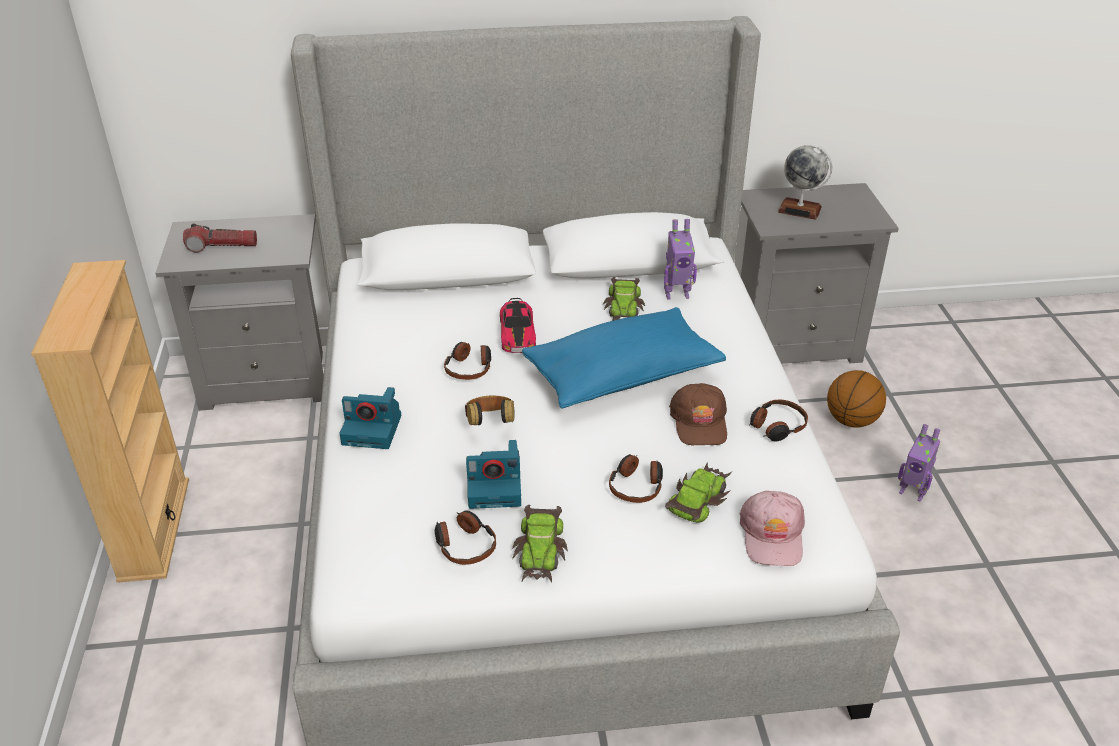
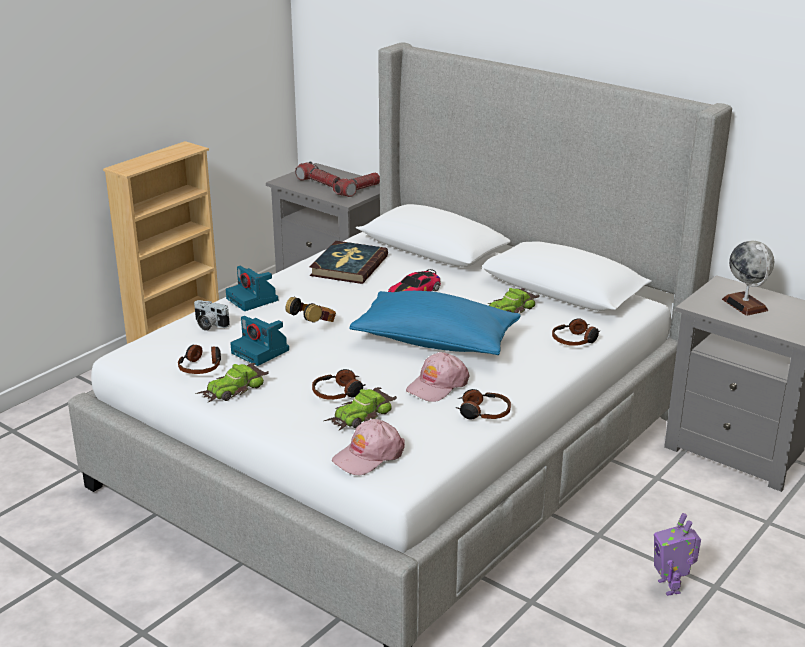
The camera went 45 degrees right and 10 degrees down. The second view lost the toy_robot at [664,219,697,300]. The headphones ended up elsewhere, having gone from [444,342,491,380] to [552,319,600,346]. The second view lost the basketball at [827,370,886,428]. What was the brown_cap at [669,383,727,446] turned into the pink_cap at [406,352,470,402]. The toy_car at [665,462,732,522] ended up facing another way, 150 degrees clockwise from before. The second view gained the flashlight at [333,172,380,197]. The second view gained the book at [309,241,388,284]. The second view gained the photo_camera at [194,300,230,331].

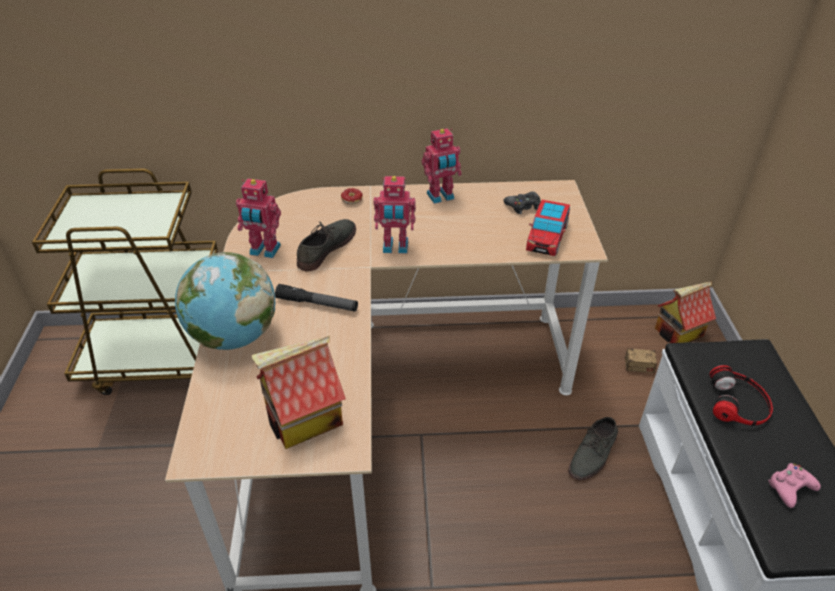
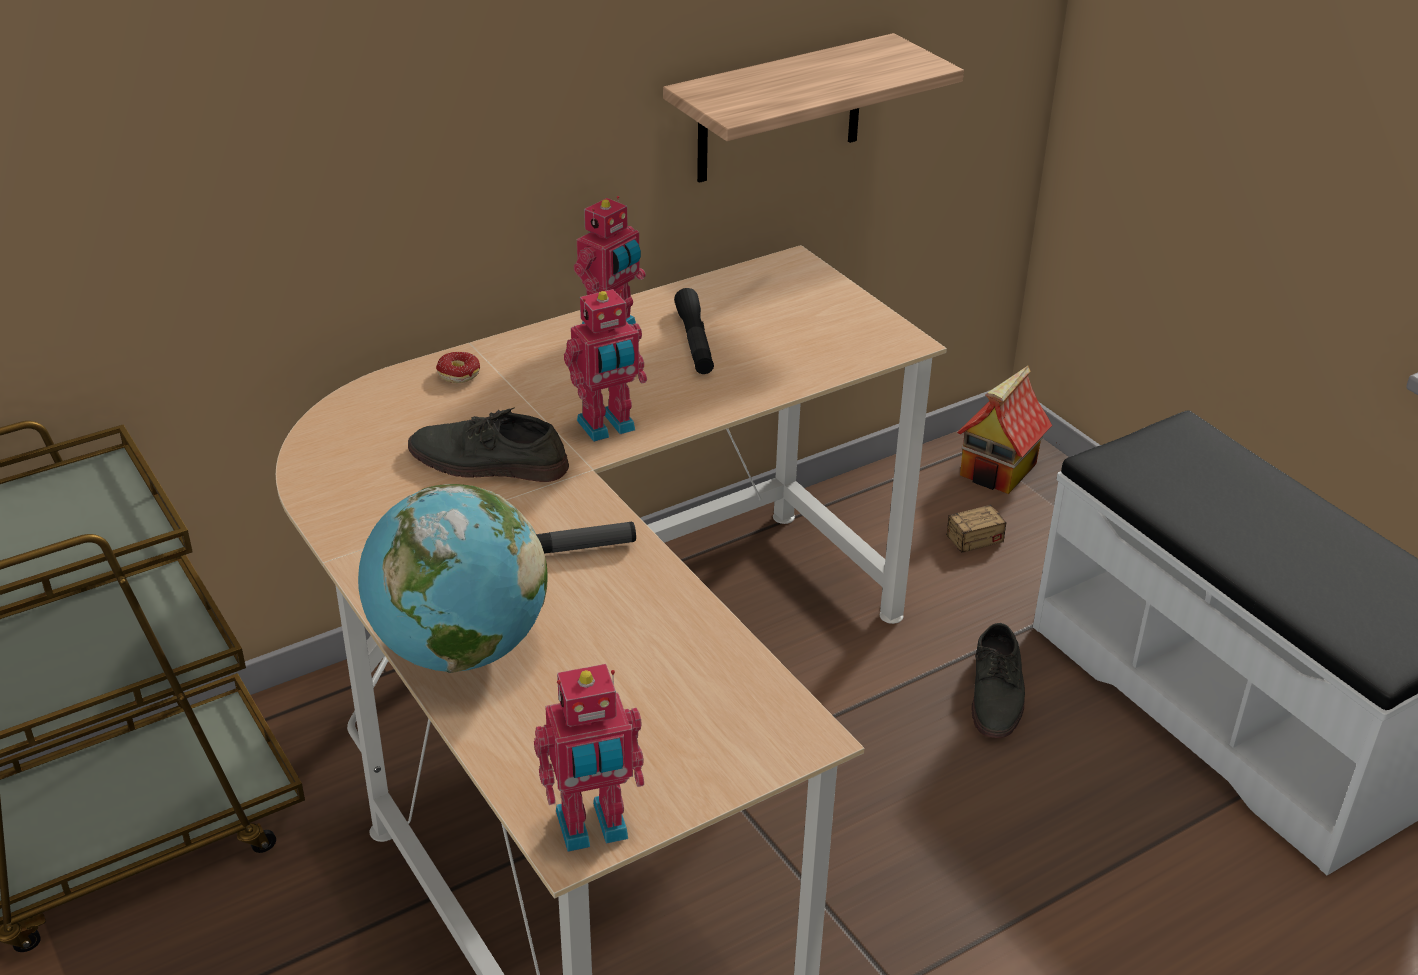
The camera went 30 degrees left and 5 degrees down. The toy_robot ended up elsewhere, having gone from [236,179,281,258] to [534,664,644,852]. The second view lost the black_game_controller at [504,191,541,214]. The second view lost the toy_car at [526,200,570,256]. The grey_shoe at [297,219,356,271] ended up facing another way, 75 degrees counterclockwise from before. The second view lost the toy_house at [252,336,346,449]. The second view lost the headphones at [710,365,773,426]. The second view lost the pink_game_controller at [768,463,821,508]. The second view gained the shelf at [663,33,964,183]. The second view gained the black_flashlight at [674,288,714,374].

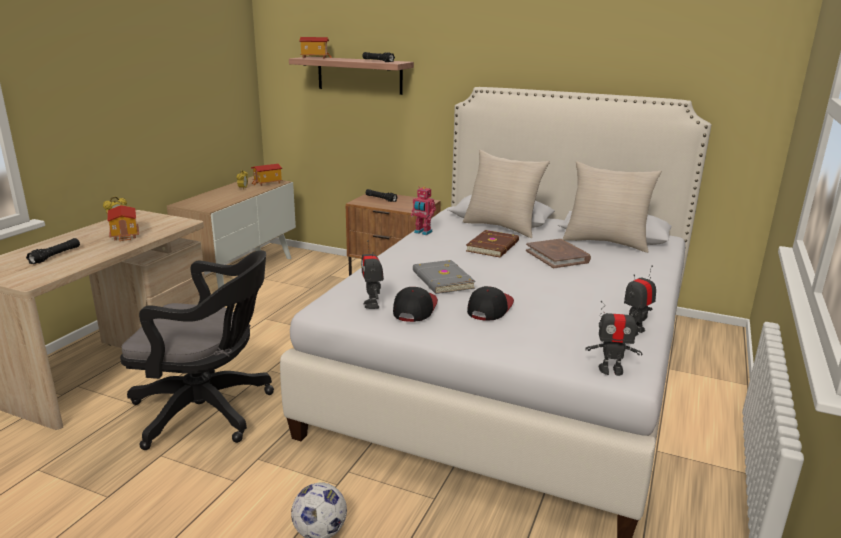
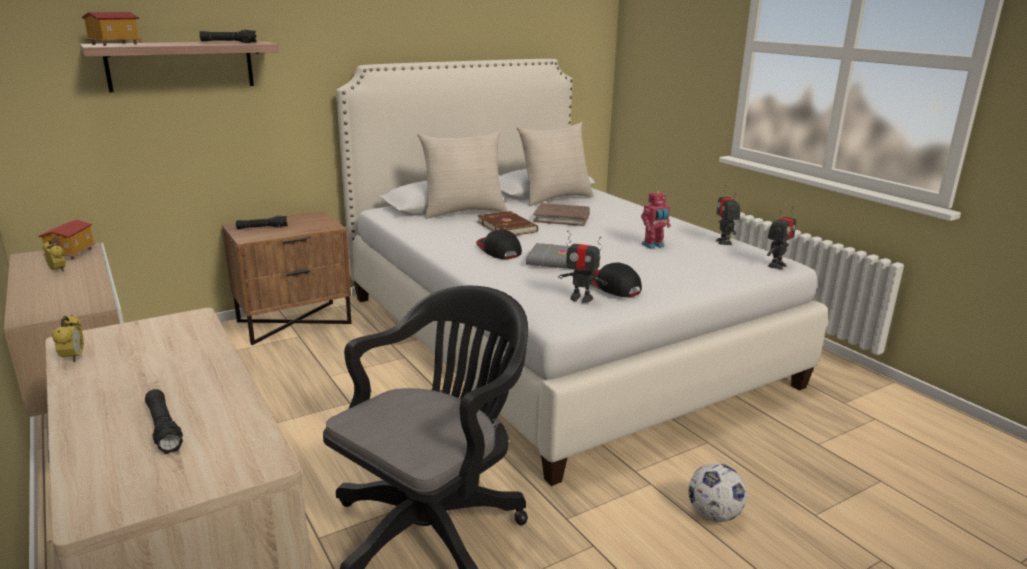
The camera went 55 degrees left and 0 degrees up. The toy_robot ended up elsewhere, having gone from [411,187,436,235] to [641,191,671,249]. The second view lost the toy_house at [107,205,139,241]. The cap ended up elsewhere, having gone from [467,286,514,321] to [476,230,522,259].

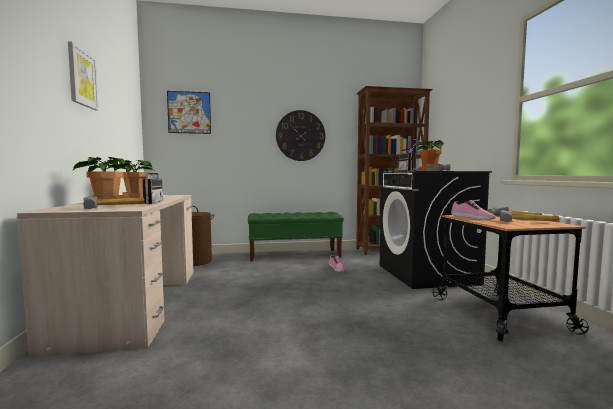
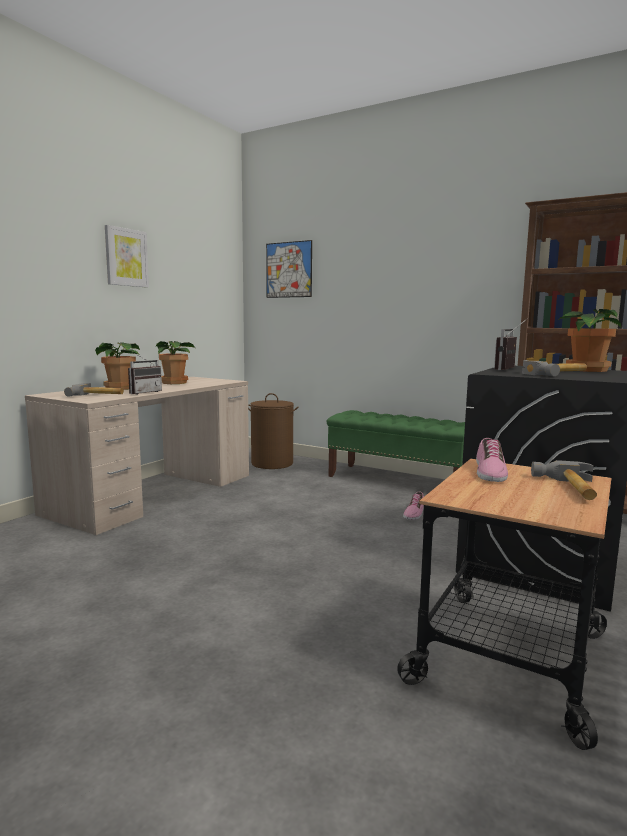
The camera went 40 degrees right and 5 degrees up. The second view lost the wall_clock at [276,110,325,161]. The second view lost the hammer at [500,210,559,222].

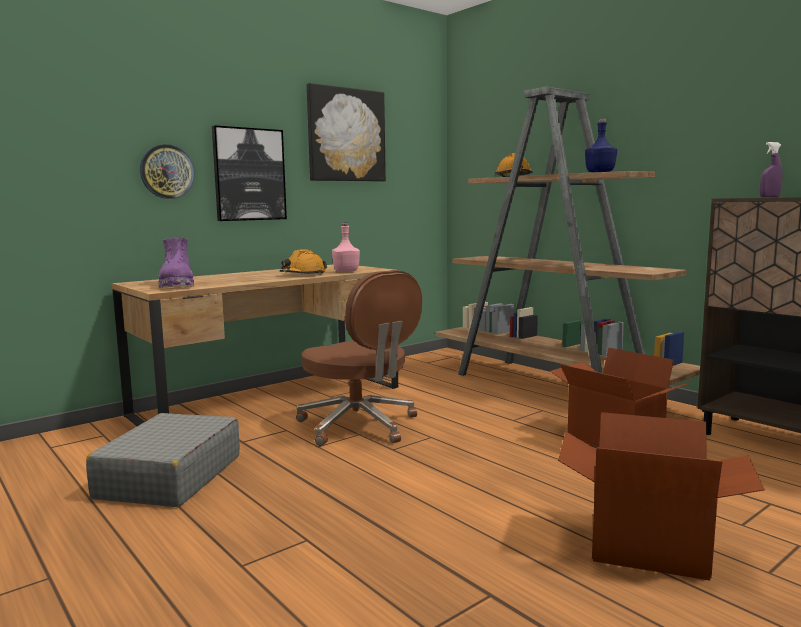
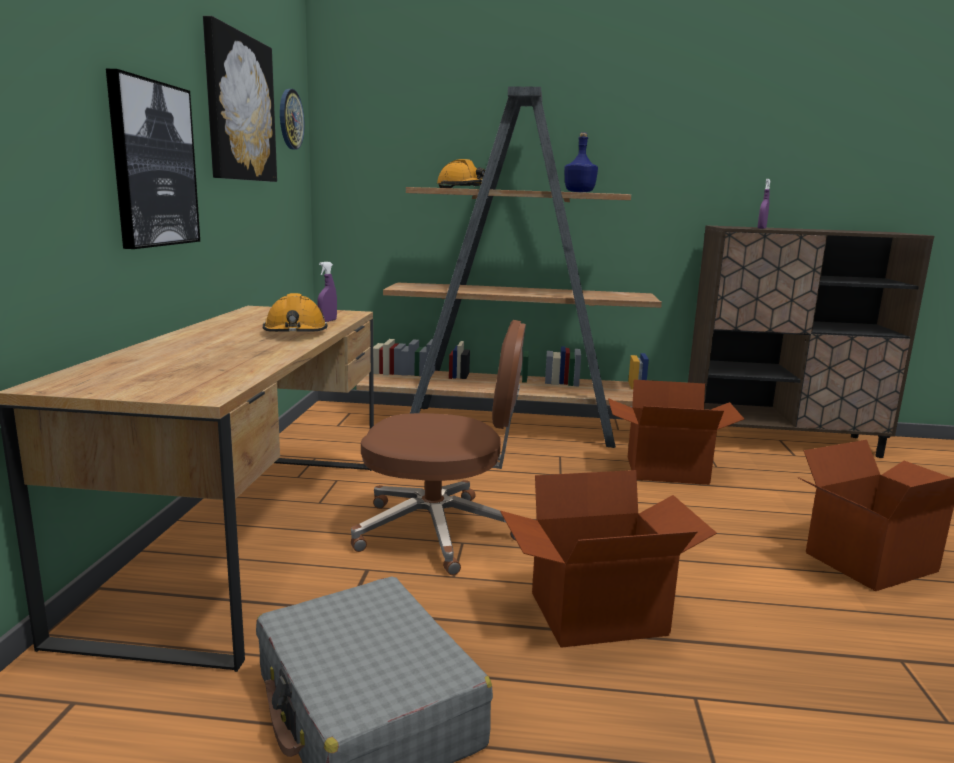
The camera went 45 degrees left and 5 degrees up. The wall_clock ended up elsewhere, having gone from [140,144,195,199] to [280,89,304,150]. Where the pink_bottle stood at [332,222,360,272], the purple_spray_bottle came to stand at [317,262,337,322]. The second view lost the purple_boot at [158,237,194,288]. The second view gained the cardboard_box at [500,470,717,648].

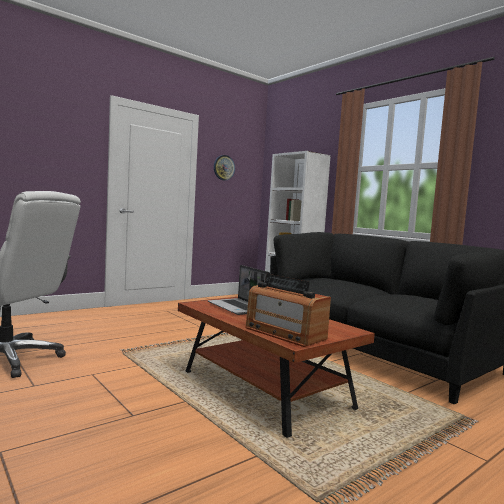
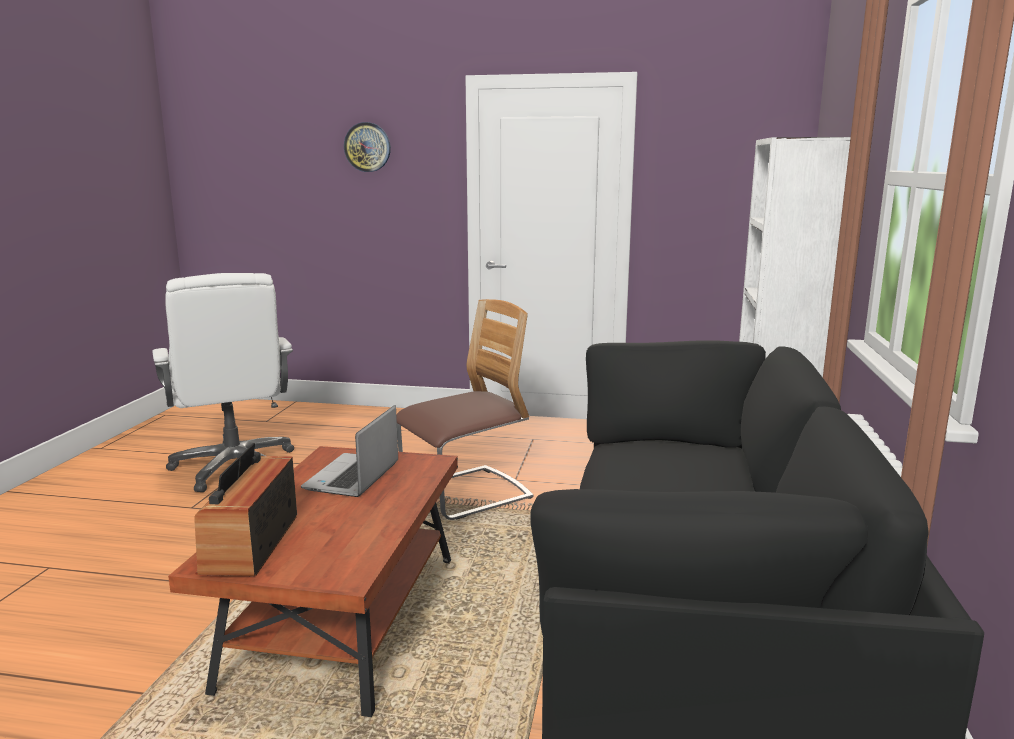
The camera went 50 degrees right and 10 degrees up. The wall_clock ended up elsewhere, having gone from [214,155,235,180] to [344,122,391,172]. The second view gained the chair at [396,299,533,520].

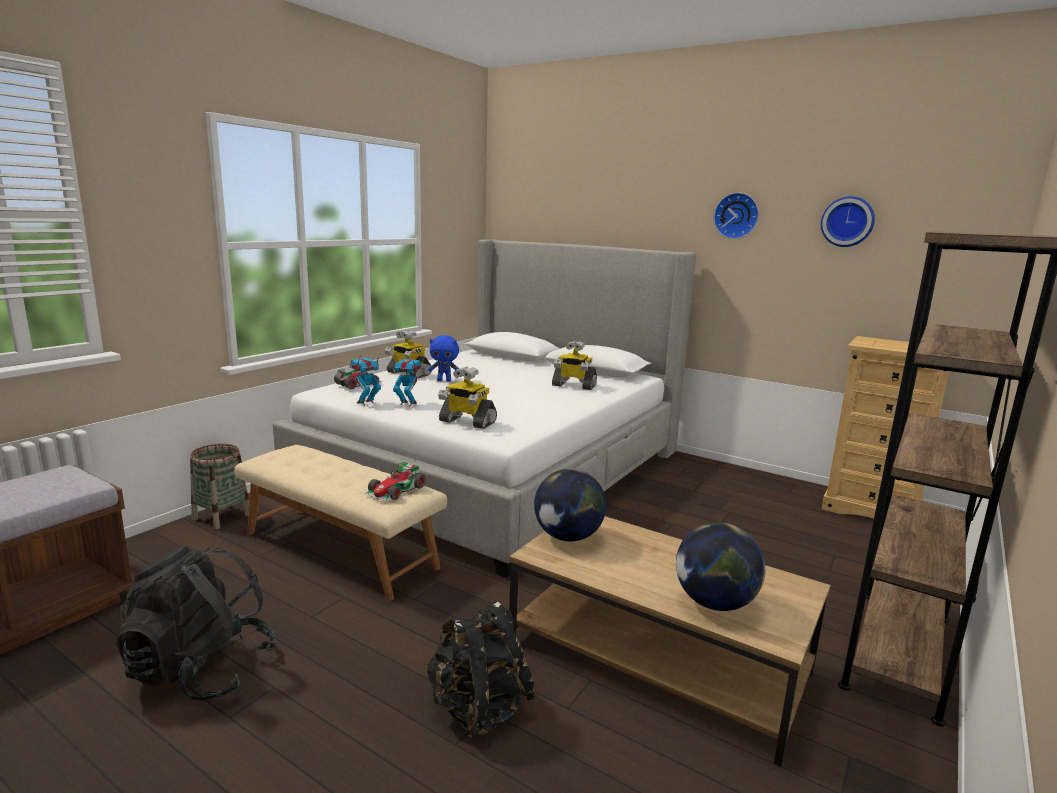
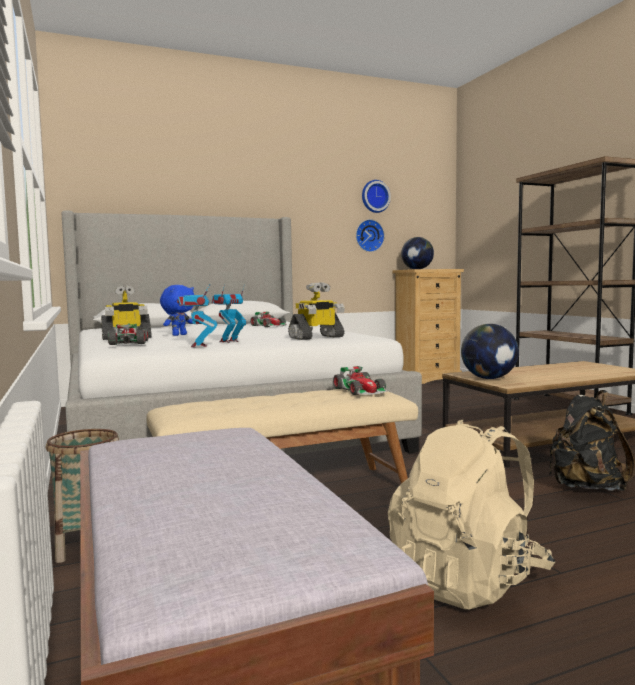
The camera went 55 degrees left and 10 degrees down. The wall_clock ended up elsewhere, having gone from [713,192,759,239] to [356,219,385,252]. Where the toy_robot stood at [552,341,597,390], the toy_car came to stand at [250,312,287,327]. The globe ended up elsewhere, having gone from [676,522,765,611] to [401,237,434,269]. What was the black_backpack at [116,545,277,701] turned into the beige_backpack at [388,420,555,610].

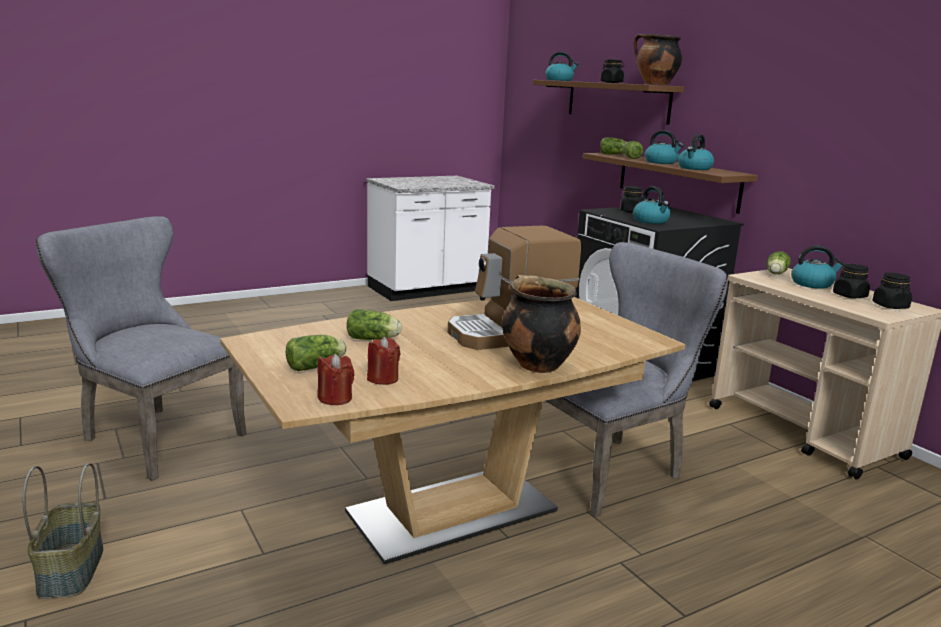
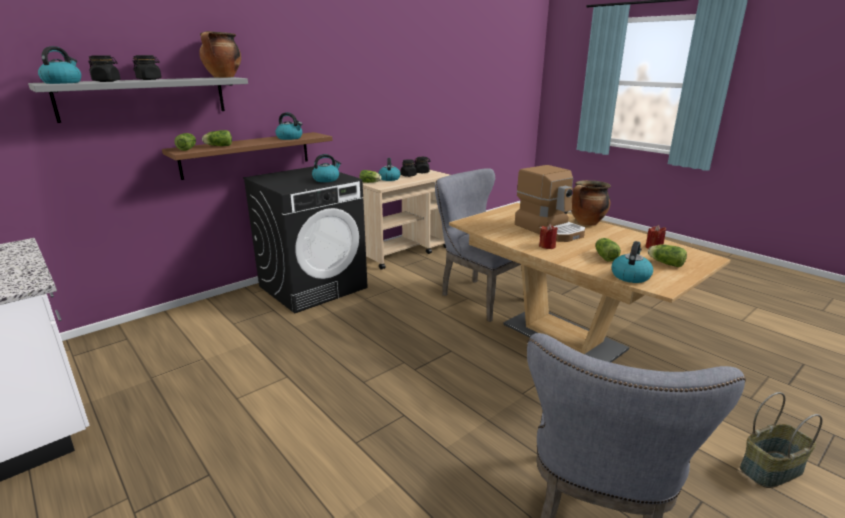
The camera went 100 degrees left and 5 degrees up. What was the brown_shelf at [533,80,684,125] turned into the grey_shelf at [28,77,248,123]. The kettle ended up elsewhere, having gone from [645,130,684,164] to [612,241,653,283]. The black_jar ended up elsewhere, having gone from [621,186,643,213] to [88,55,120,82]. The red_candle ended up elsewhere, having gone from [318,354,355,405] to [539,224,558,249].

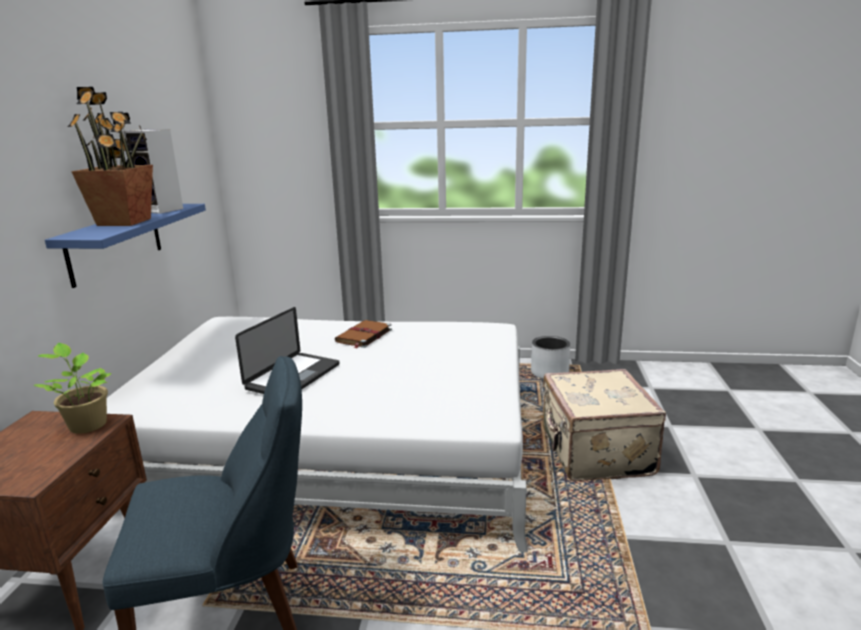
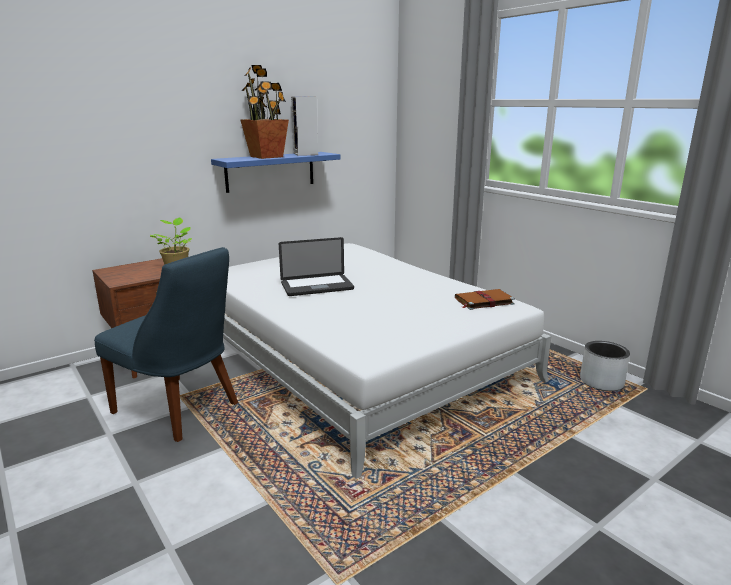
The camera went 45 degrees right and 0 degrees up. The brown_book ended up elsewhere, having gone from [335,320,392,349] to [455,289,515,310]. The second view lost the beige_suitcase at [543,369,666,481].

